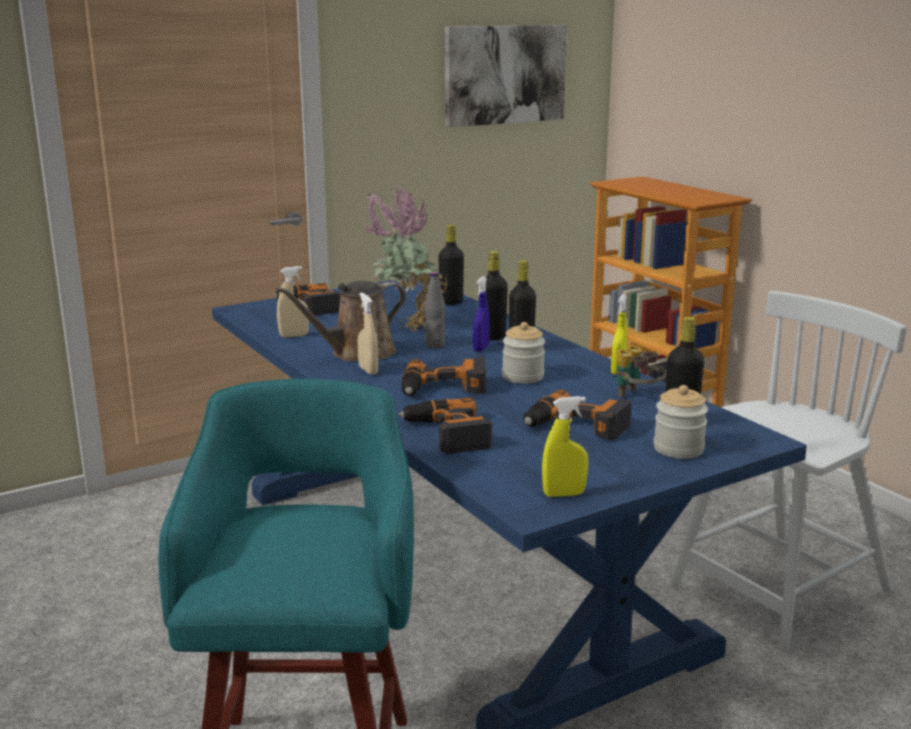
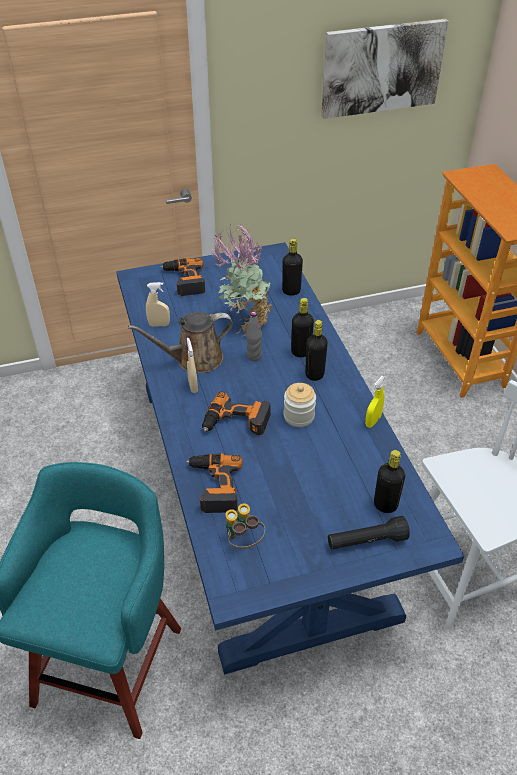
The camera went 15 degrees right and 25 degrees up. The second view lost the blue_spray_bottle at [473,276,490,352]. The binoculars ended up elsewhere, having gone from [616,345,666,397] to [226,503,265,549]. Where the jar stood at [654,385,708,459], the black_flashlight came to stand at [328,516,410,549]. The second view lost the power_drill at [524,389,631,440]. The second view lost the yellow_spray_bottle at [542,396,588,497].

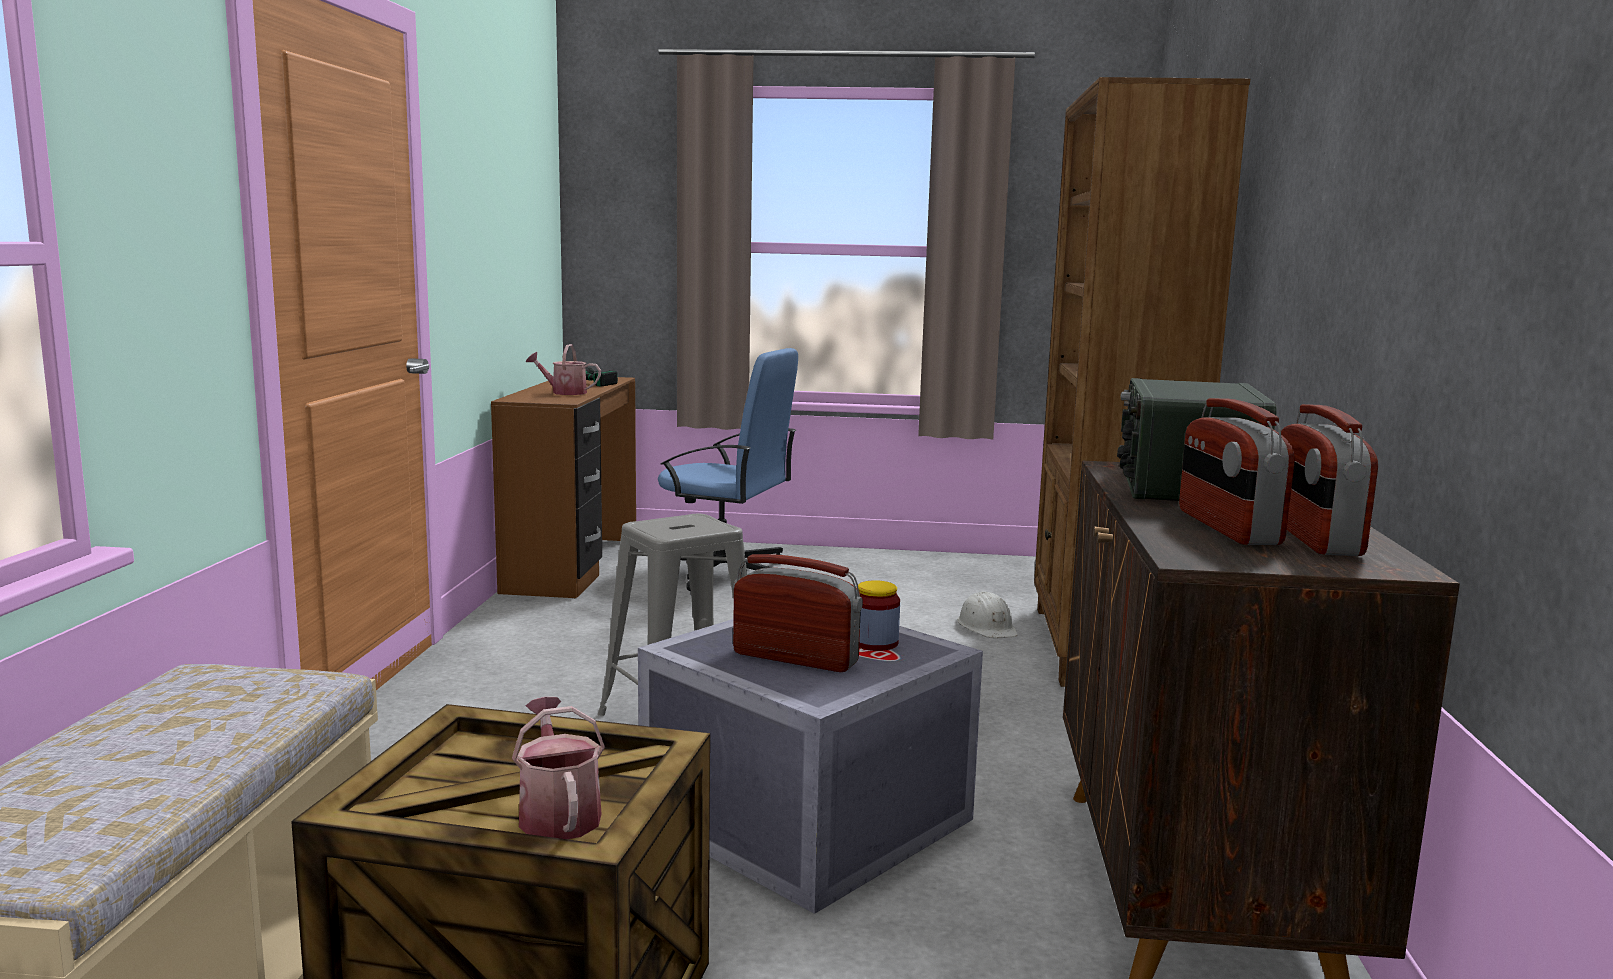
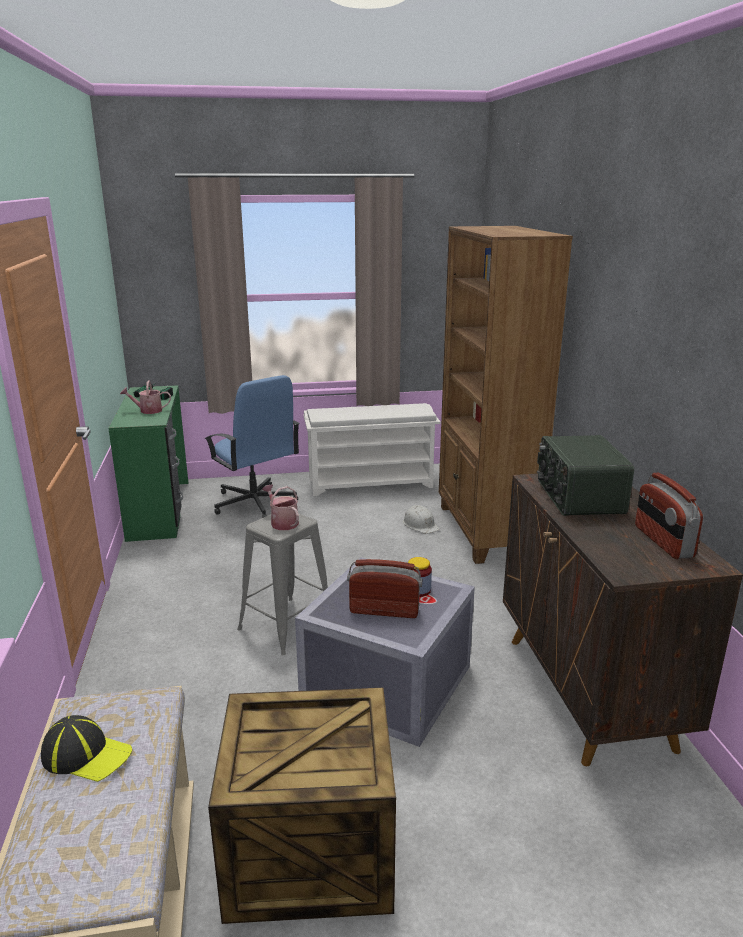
The camera went 15 degrees left and 10 degrees up. The blue_office_chair at [658,348,798,591] ended up facing another way, 45 degrees clockwise from before. What was the brown_desk at [491,377,636,599] turned into the green_desk at [108,385,188,542]. The second view lost the radio at [1179,398,1295,545]. The watering_can ended up elsewhere, having gone from [512,697,605,839] to [262,484,299,530]. The second view gained the white_shoe_rack at [303,403,441,496]. The second view gained the cap at [41,715,132,782].

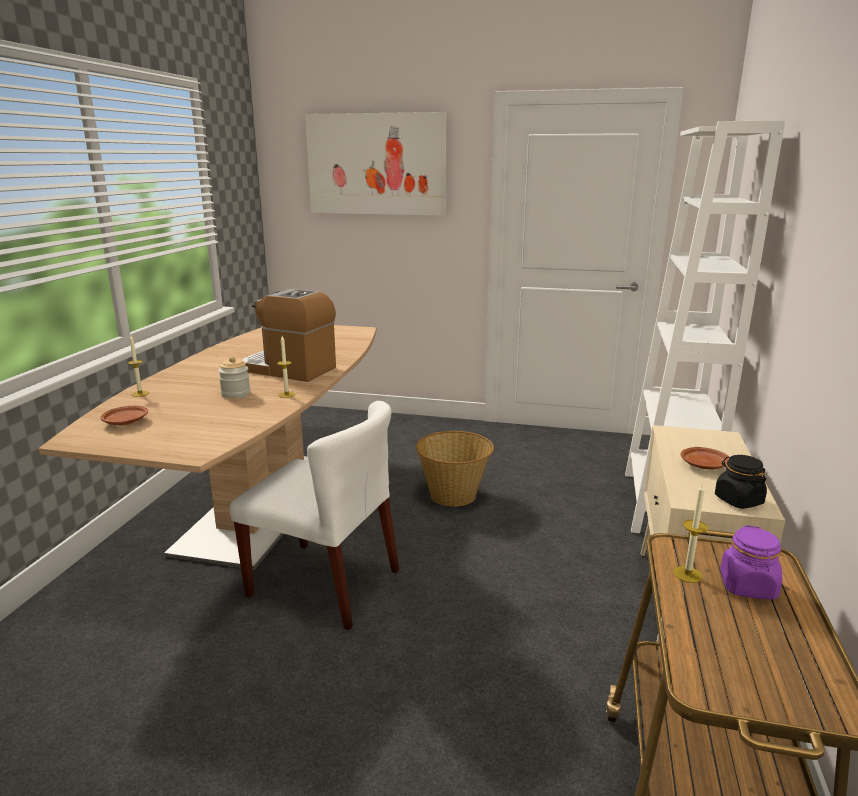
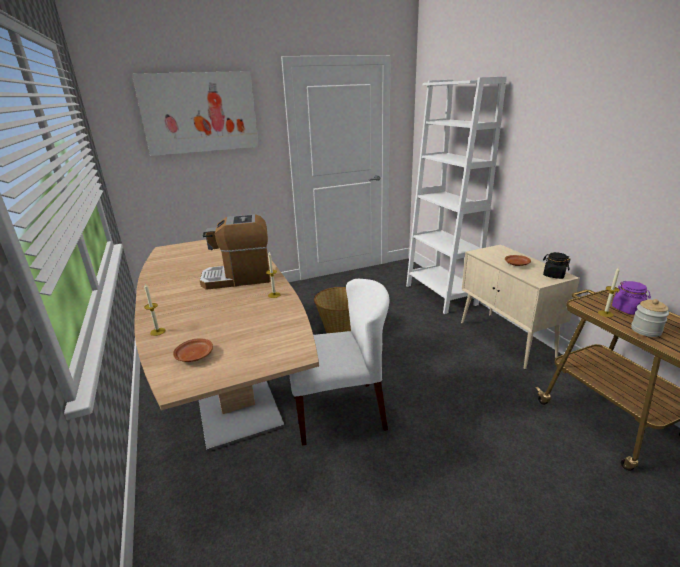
The camera went 35 degrees left and 5 degrees up. The jar ended up elsewhere, having gone from [218,357,250,398] to [631,299,669,337].

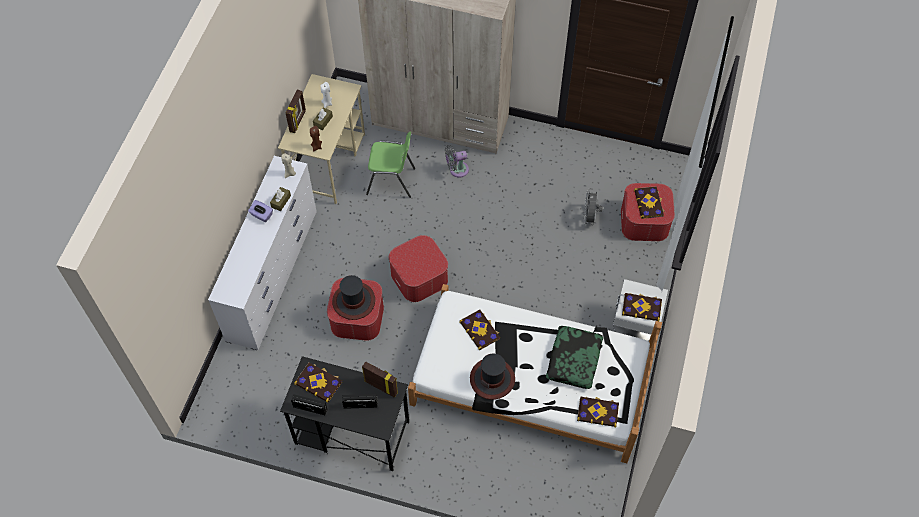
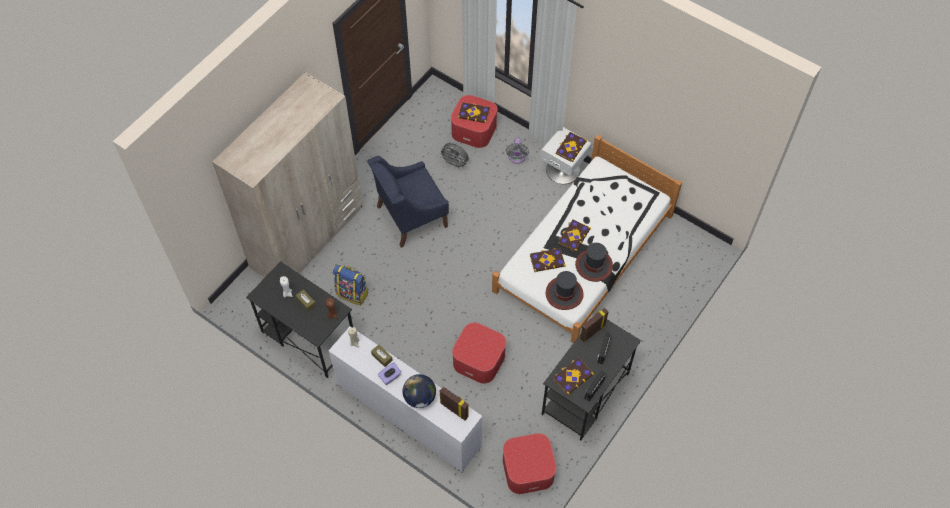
The camera went 70 degrees left and 0 degrees up. What was the beige_desk at [278,74,365,204] turned into the black_desk at [246,261,353,378]. The picture_frame ended up elsewhere, having gone from [286,90,306,133] to [440,387,469,420]. Where the green_chair stood at [366,131,415,198], the backpack came to stand at [333,265,369,306]. The grey_fan ended up elsewhere, having gone from [445,145,469,178] to [506,138,529,164]. The ottoman ended up elsewhere, having gone from [389,235,448,302] to [503,433,557,494]. The hat ended up elsewhere, having gone from [332,275,375,320] to [546,271,584,310]. The second view lost the pillow at [546,326,603,389]. The book ended up elsewhere, having gone from [577,396,619,427] to [558,220,591,252]. The second view gained the blue_armchair at [367,155,449,248]. The second view gained the globe at [403,374,436,408].

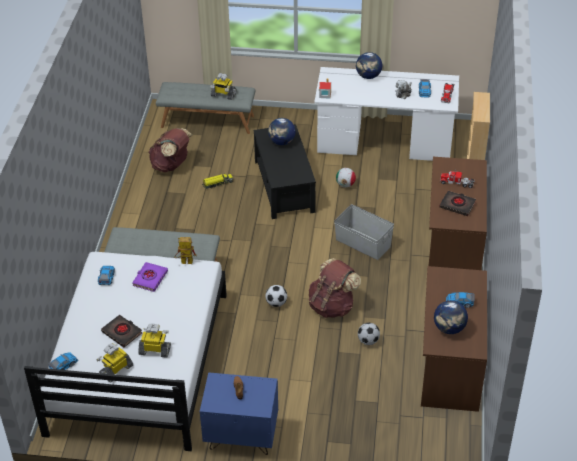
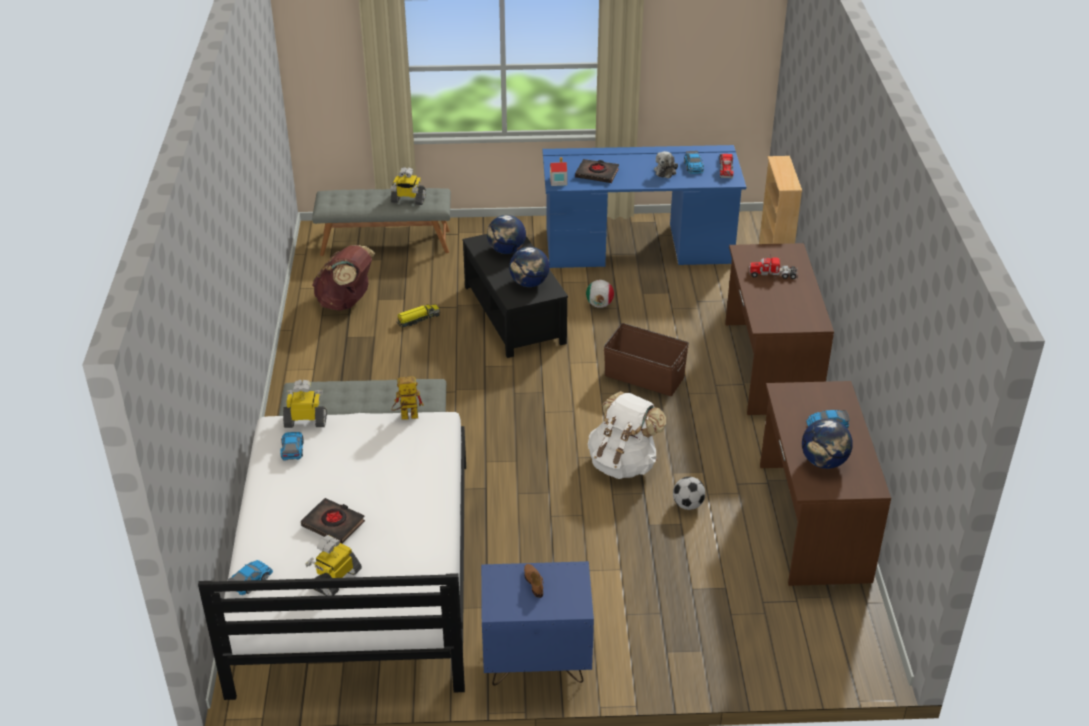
The camera went 10 degrees left and 5 degrees down. The globe ended up elsewhere, having gone from [356,52,382,79] to [509,247,550,287]. What was the white_desk at [314,67,459,161] turned into the blue_desk at [542,145,746,268]. The black_book ended up elsewhere, having gone from [440,191,476,216] to [575,159,619,183]. What was the grey_storage_box at [334,204,394,260] turned into the brown_storage_box at [604,323,689,396]. What was the brown_backpack at [309,258,361,318] turned into the white_backpack at [588,391,666,479]. The second view lost the purple_book at [132,262,168,292]. The second view lost the football at [265,285,287,307]. The toy_robot ended up elsewhere, having gone from [138,323,171,358] to [283,380,327,428].

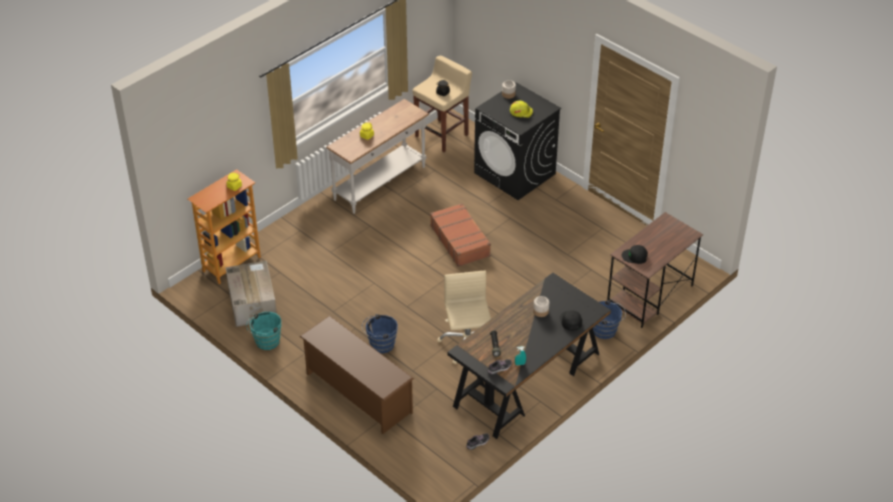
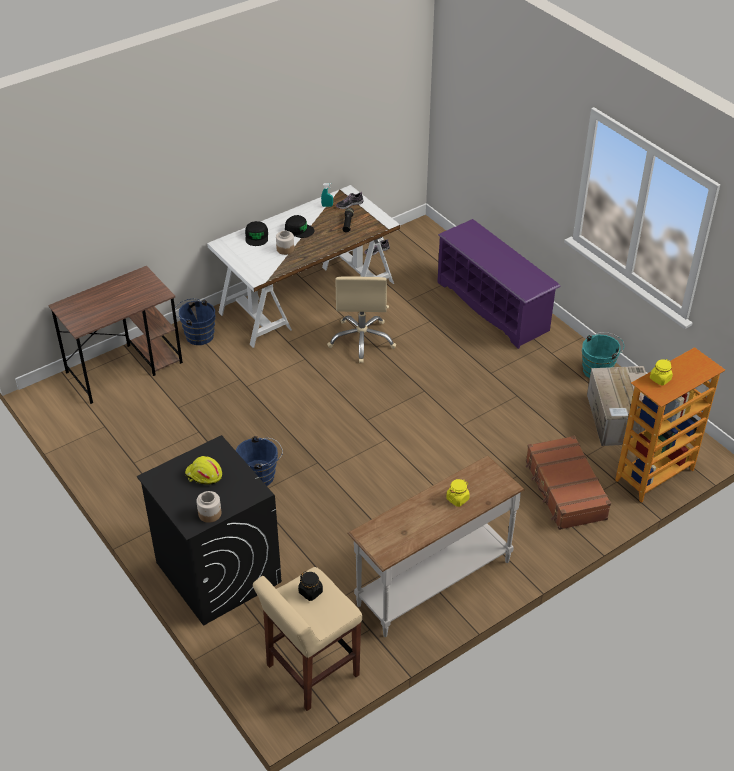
The camera went 170 degrees left and 0 degrees up. The brown_suitcase ended up elsewhere, having gone from [430,203,491,267] to [526,435,611,530]. The black_cap ended up elsewhere, having gone from [622,245,648,264] to [285,215,314,238]. What was the black_desk at [448,273,611,439] turned into the white_desk at [207,185,400,348]. The blue_bucket ended up elsewhere, having gone from [362,314,398,353] to [235,436,283,486]. What was the brown_shoe_rack at [300,316,414,434] turned into the purple_shoe_rack at [437,219,561,349].

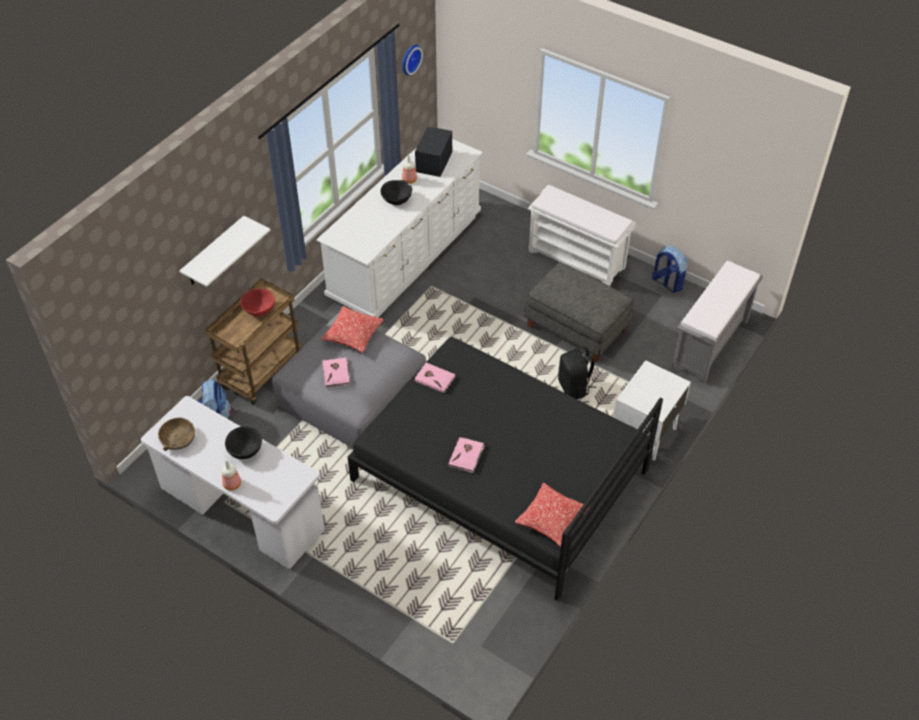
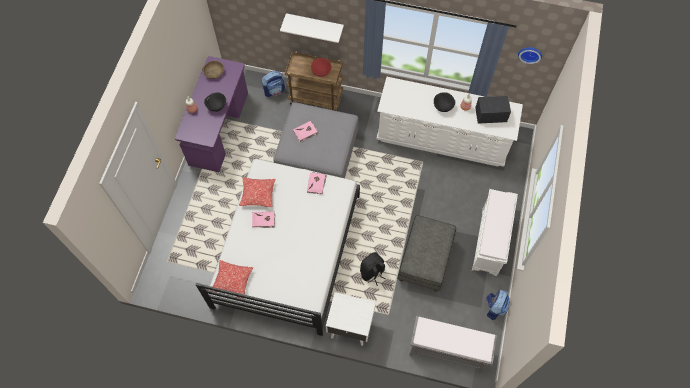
The camera went 70 degrees right and 15 degrees up. The pillow ended up elsewhere, having gone from [321,306,384,353] to [239,177,275,207]. What was the black_bed at [348,337,663,601] turned into the white_bed at [196,159,360,336]. What was the white_desk at [141,396,325,569] turned into the purple_desk at [175,56,248,172].

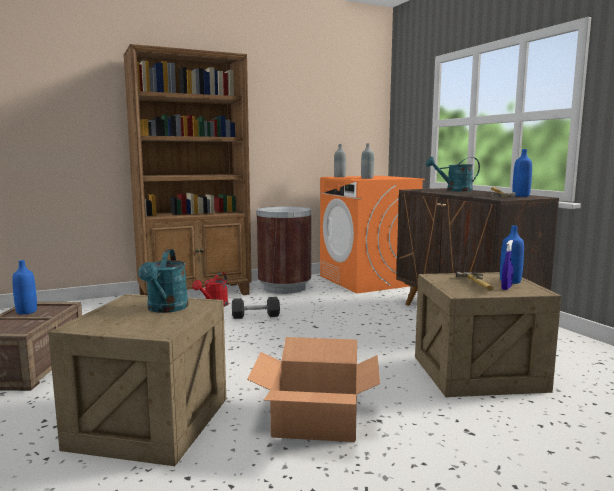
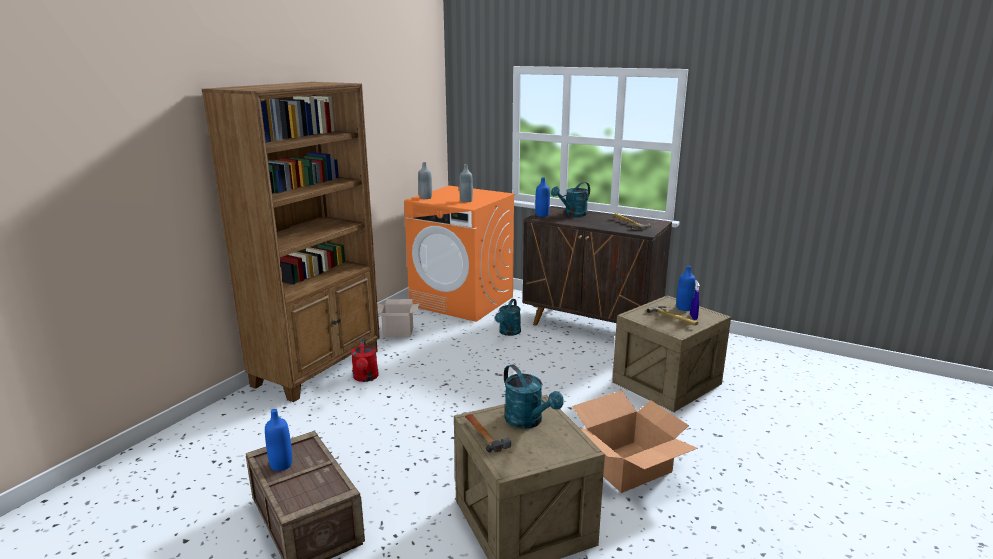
The camera went 35 degrees left and 10 degrees up. The blue_bottle ended up elsewhere, having gone from [512,149,532,197] to [535,177,550,217]. Where the brown_trash_can stood at [257,206,311,294], the cardboard_box came to stand at [377,299,420,338]. The second view lost the grey_dumbbell at [232,297,280,319]. The second view gained the turquoise_watering_can at [495,299,521,336]. The second view gained the hammer at [465,414,511,452].

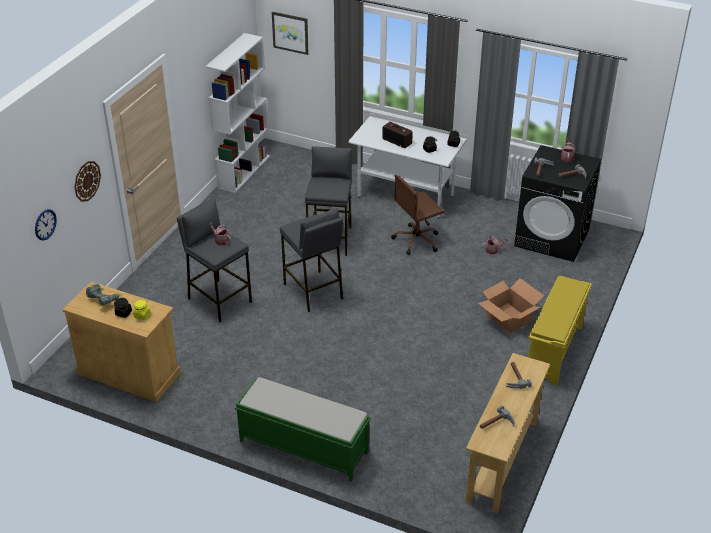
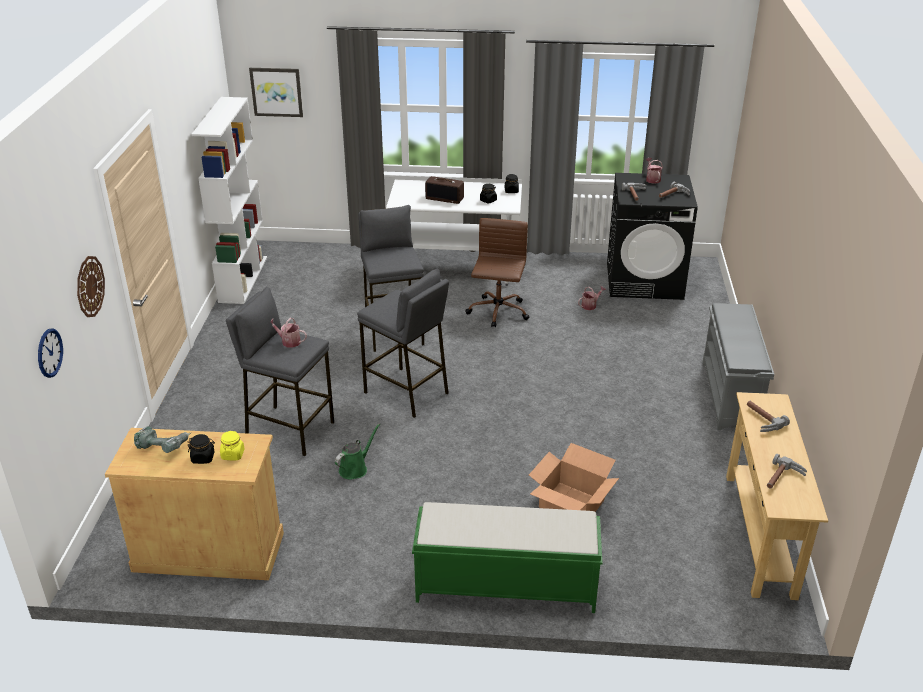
The camera went 20 degrees left and 5 degrees down. The brown_office_chair at [391,175,444,255] ended up facing another way, 150 degrees clockwise from before. What was the yellow_shoe_rack at [528,275,592,386] turned into the grey_shoe_rack at [703,303,774,430]. The cardboard_box ended up elsewhere, having gone from [478,278,544,333] to [529,443,619,512]. The second view gained the green_watering_can at [335,424,380,480].

